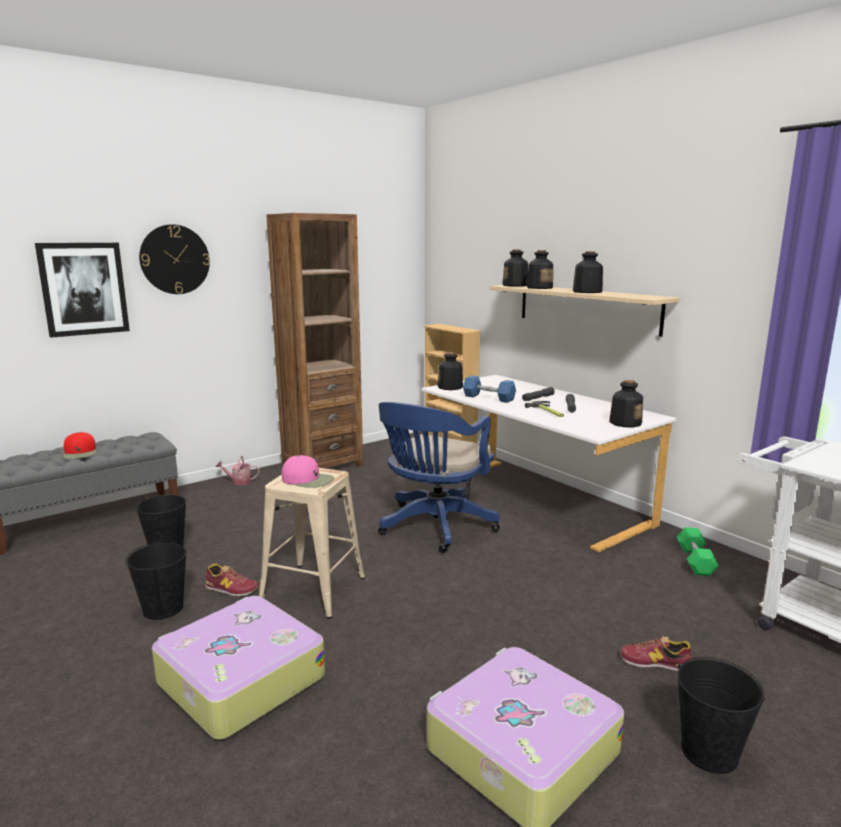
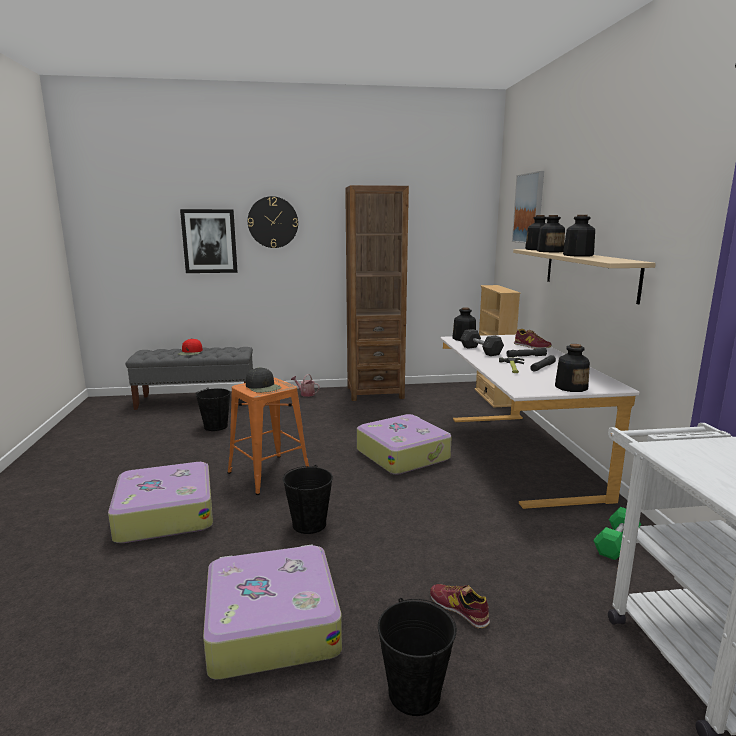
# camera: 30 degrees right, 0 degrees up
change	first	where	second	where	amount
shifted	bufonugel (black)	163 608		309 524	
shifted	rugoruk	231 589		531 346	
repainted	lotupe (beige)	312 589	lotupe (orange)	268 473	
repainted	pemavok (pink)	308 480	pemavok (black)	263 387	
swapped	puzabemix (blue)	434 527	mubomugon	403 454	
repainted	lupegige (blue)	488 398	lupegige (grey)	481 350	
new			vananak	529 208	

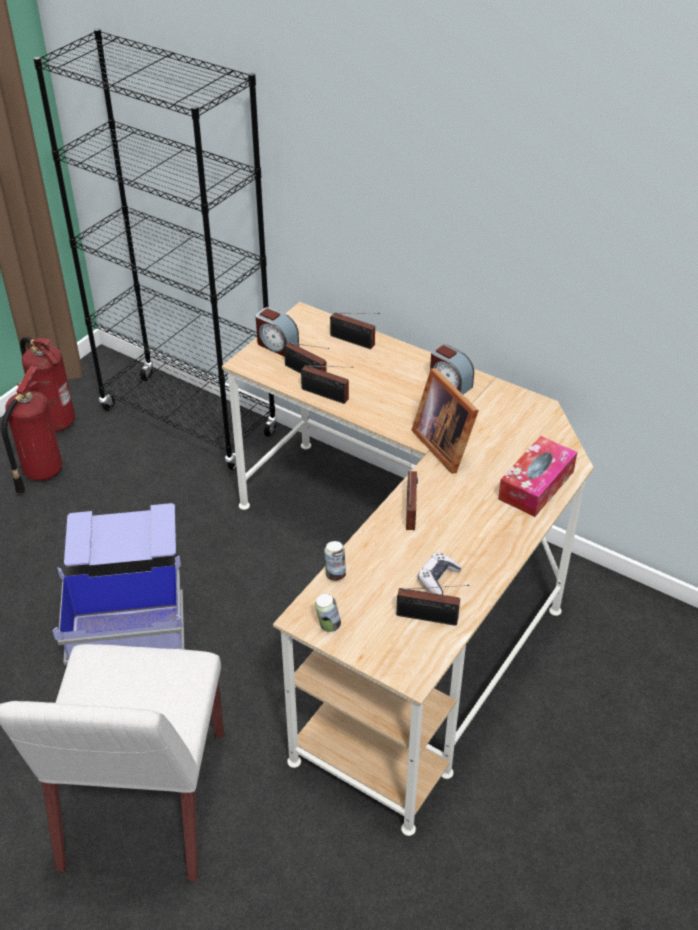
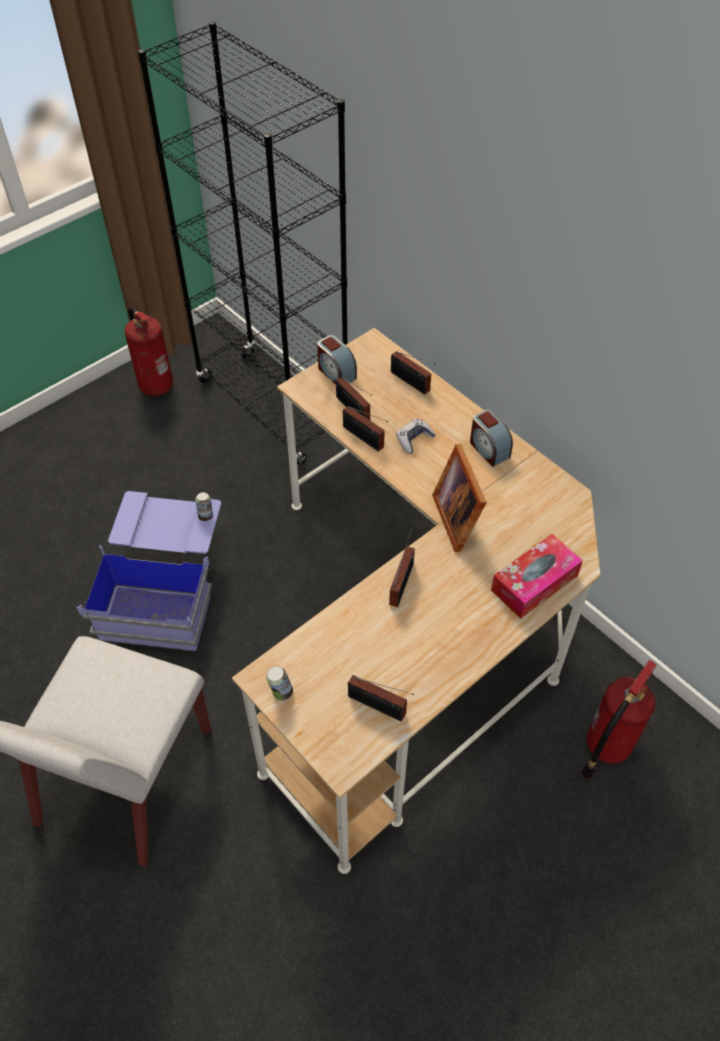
# camera: 15 degrees right, 10 degrees up
change	first	where	second	where	amount
shifted	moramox	40 472		605 747	
shifted	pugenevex	335 574		206 516	
shifted	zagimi	438 578		414 439	

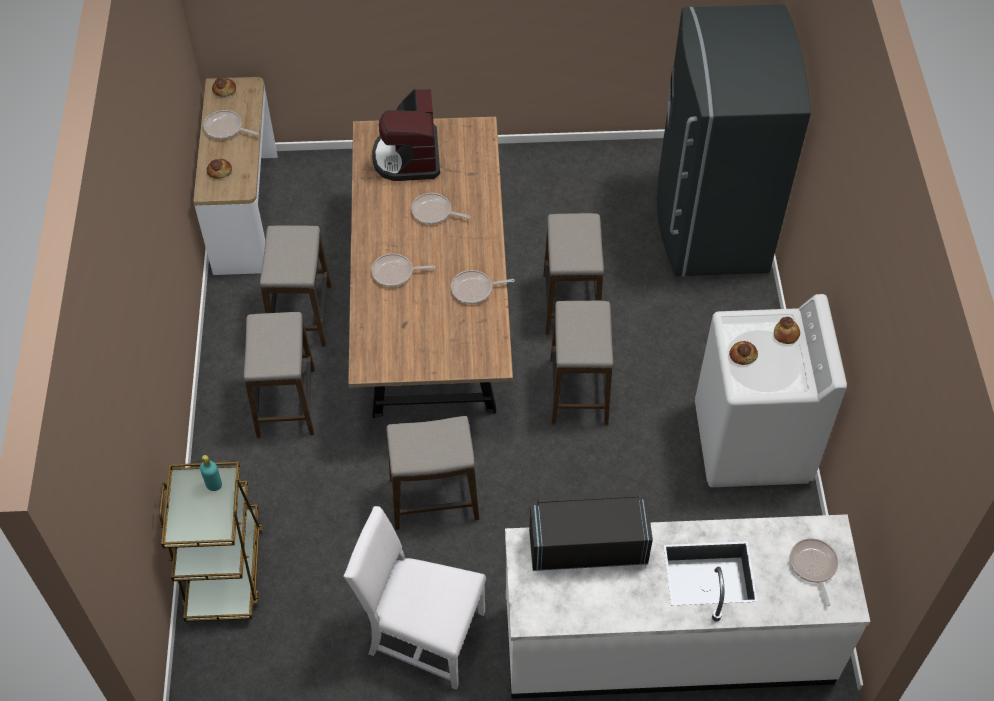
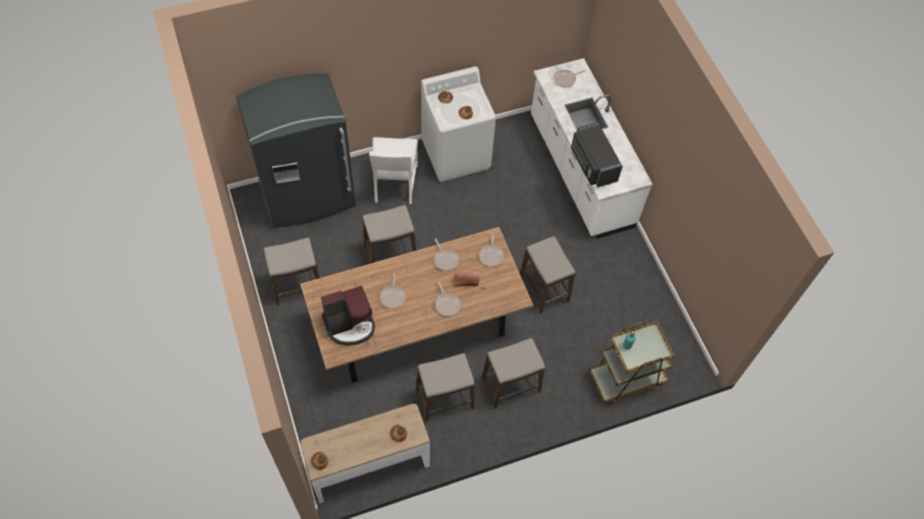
# camera: 110 degrees left, 5 degrees up
change	first	where	second	where	amount
shifted	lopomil	226 128		491 255	
shifted	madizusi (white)	422 634		394 185	
shifted	lotupe	579 391		297 286	
new			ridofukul	465 281	

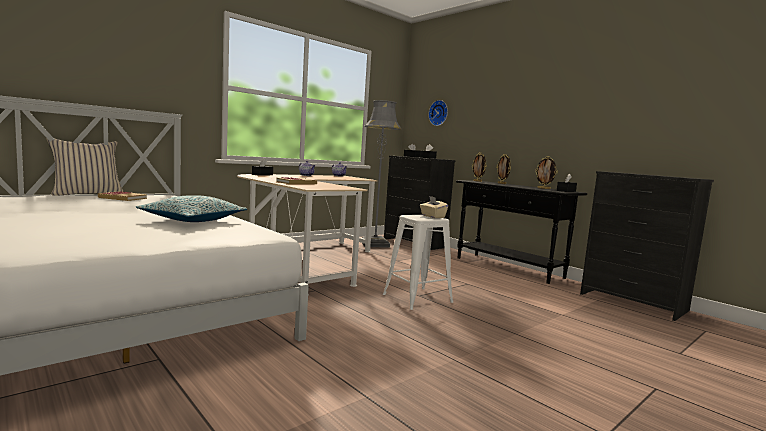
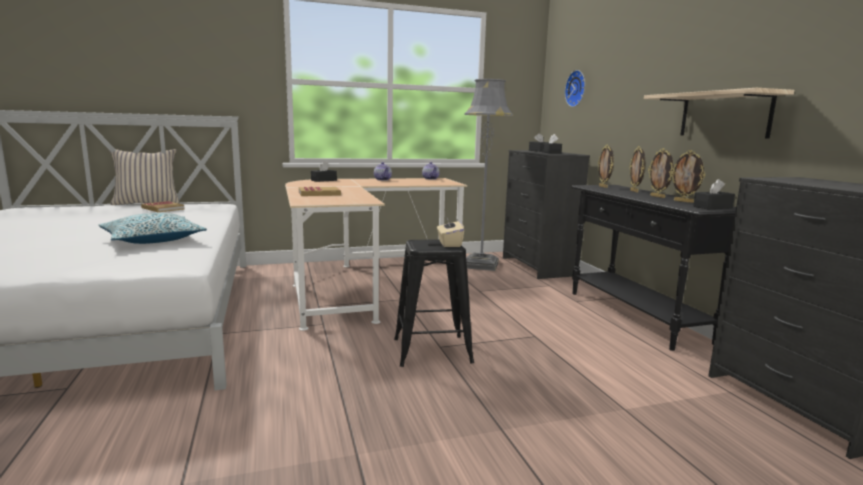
# camera: 25 degrees right, 5 degrees up
change	first	where	second	where	amount
repainted	lotupe (white)	418 298	lotupe (black)	433 350	
new			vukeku	724 115	
new			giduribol	658 196	

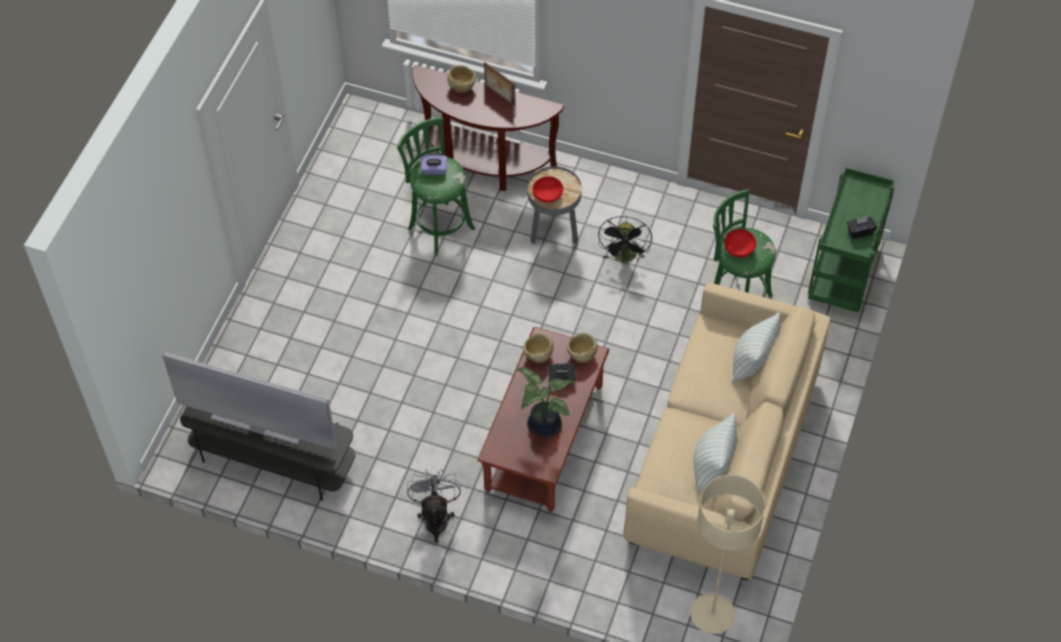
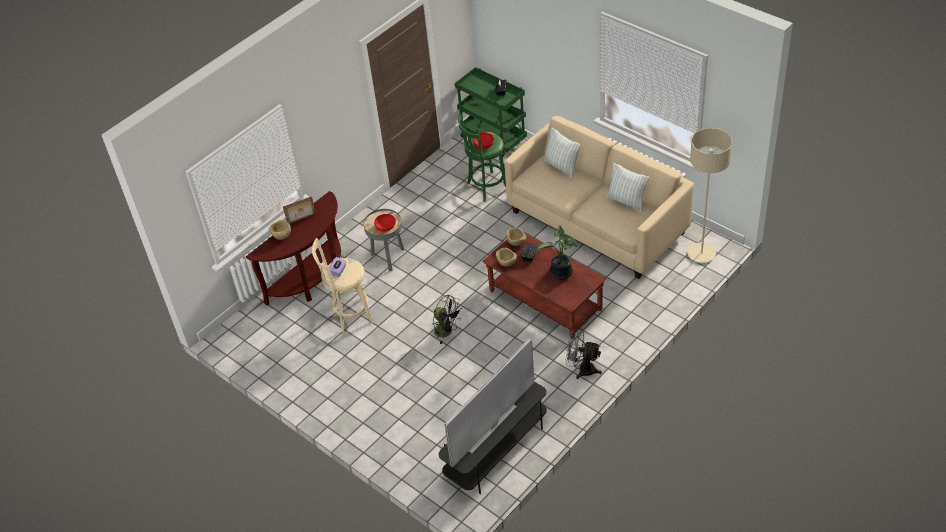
# camera: 65 degrees left, 10 degrees down
change	first	where	second	where	amount
repainted	lotupe (green)	439 226	lotupe (beige)	350 315	
shifted	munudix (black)	625 257		447 332	

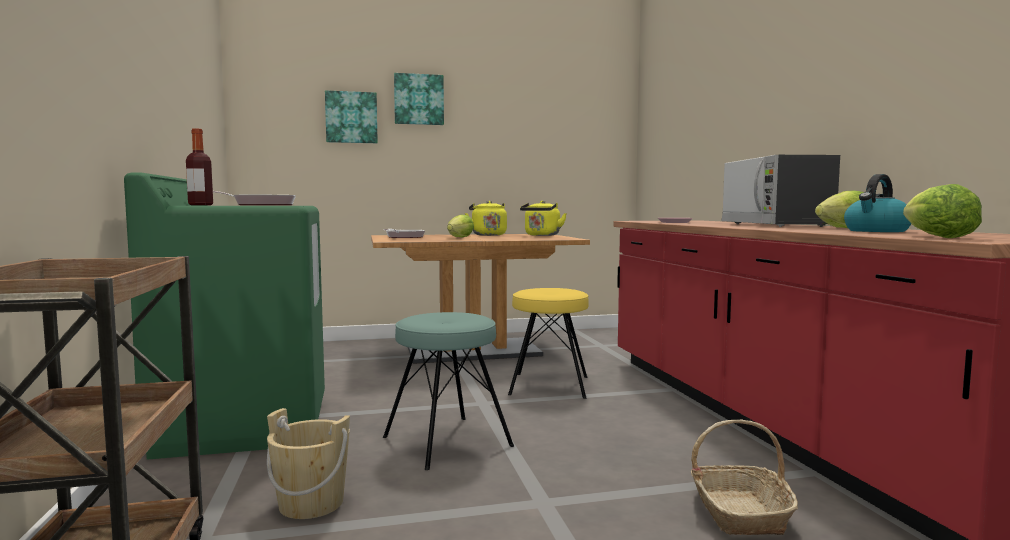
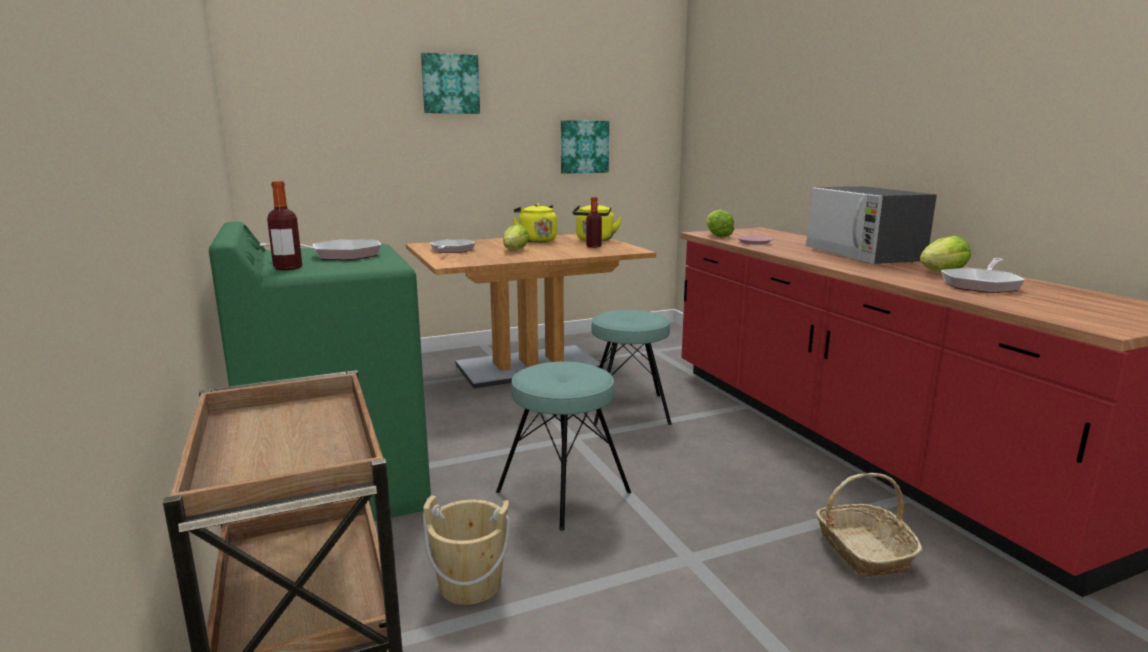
# camera: 10 degrees left, 10 degrees up
change	first	where	second	where	amount
shifted	vananak	351 117		584 147	
repainted	lotupe (yellow)	549 385	lotupe (turquoise)	628 409	
swapped	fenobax	876 231	lopomil	981 285	
shifted	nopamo	937 237		717 236	
new			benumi	593 246	

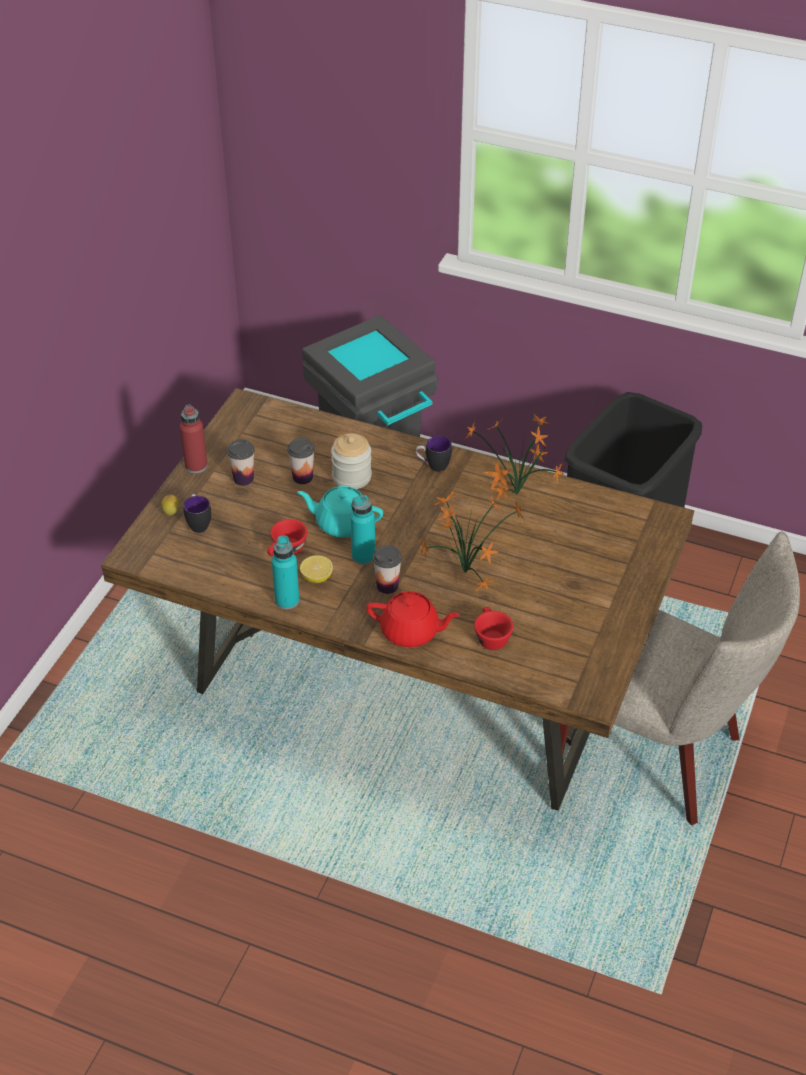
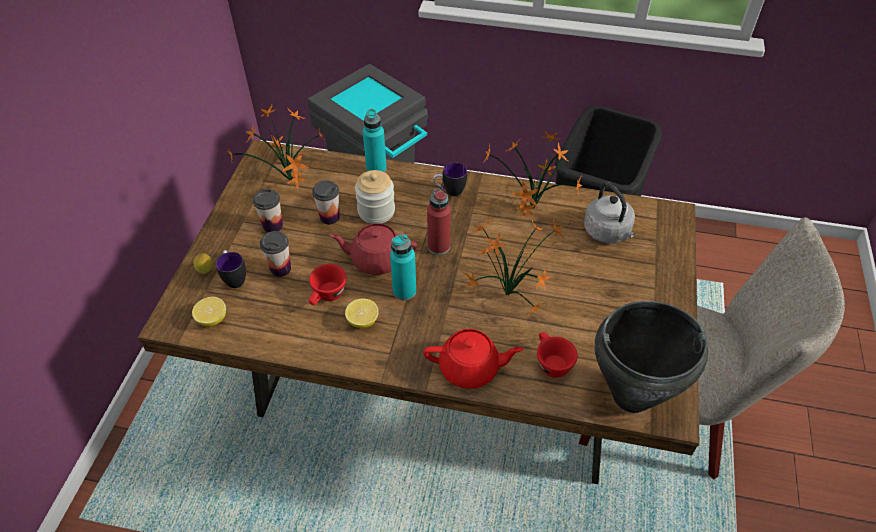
# camera: 10 degrees left, 5 degrees up
change	first	where	second	where	amount
shifted	benumi (red)	196 466		438 246	
shifted	benumi (turquoise)	287 600		376 169	
repainted	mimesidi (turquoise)	342 523	mimesidi (red)	376 259	
shifted	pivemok	387 586		280 269	
new			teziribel	212 319	
new			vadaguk	290 183	
new			fenobax (grey)	608 232	
new			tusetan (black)	632 396	

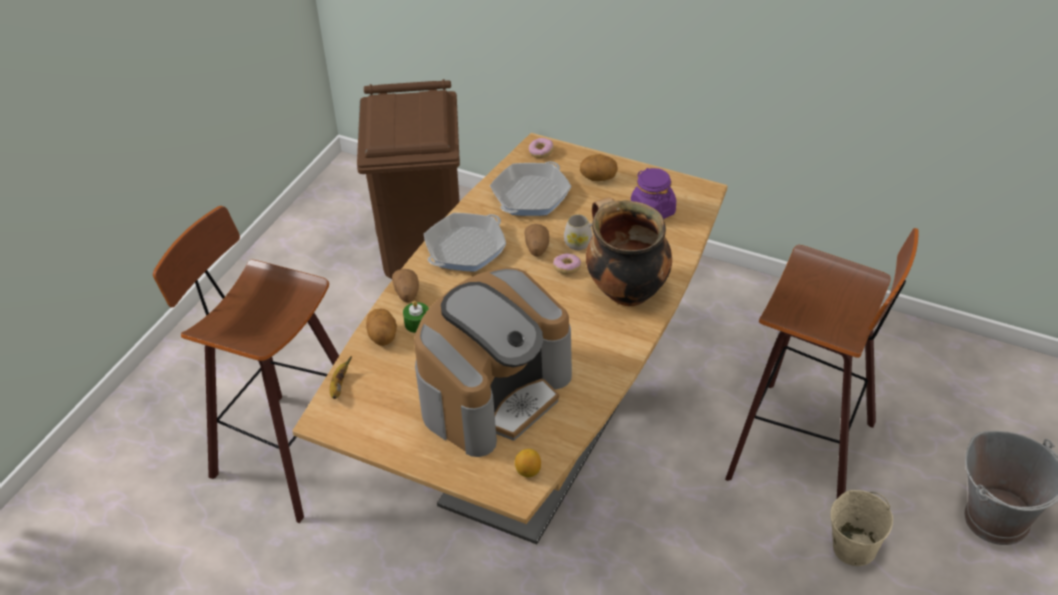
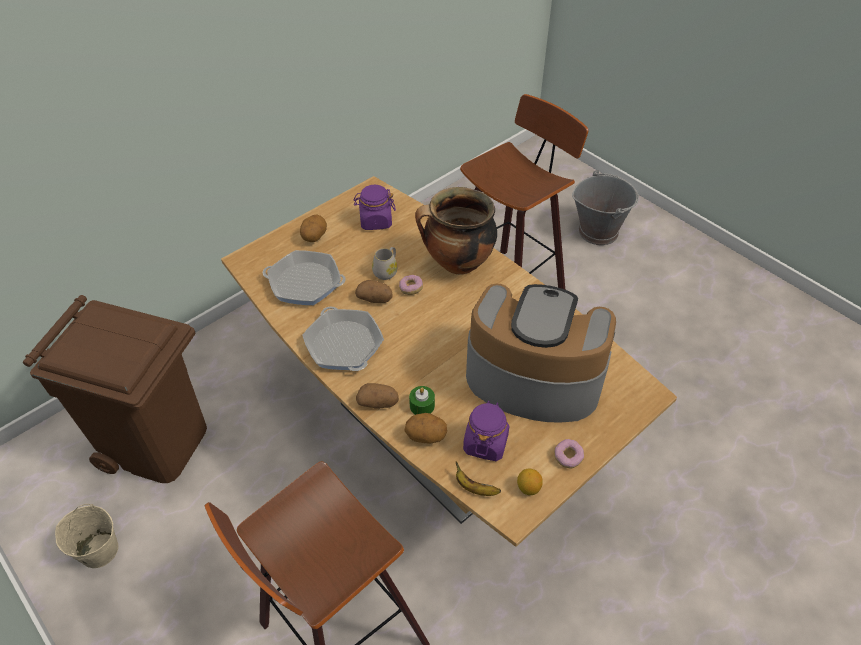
# camera: 70 degrees left, 5 degrees up
change	first	where	second	where	amount
rotated	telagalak	494 393		533 376	45 degrees counterclockwise
rotated	lopomil	530 195		305 283	135 degrees clockwise
shifted	teziribel	528 471		528 488	
shifted	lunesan	541 152		568 457	
shifted	bufonugel (beige)	854 547		98 550	
new			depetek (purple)	485 443	

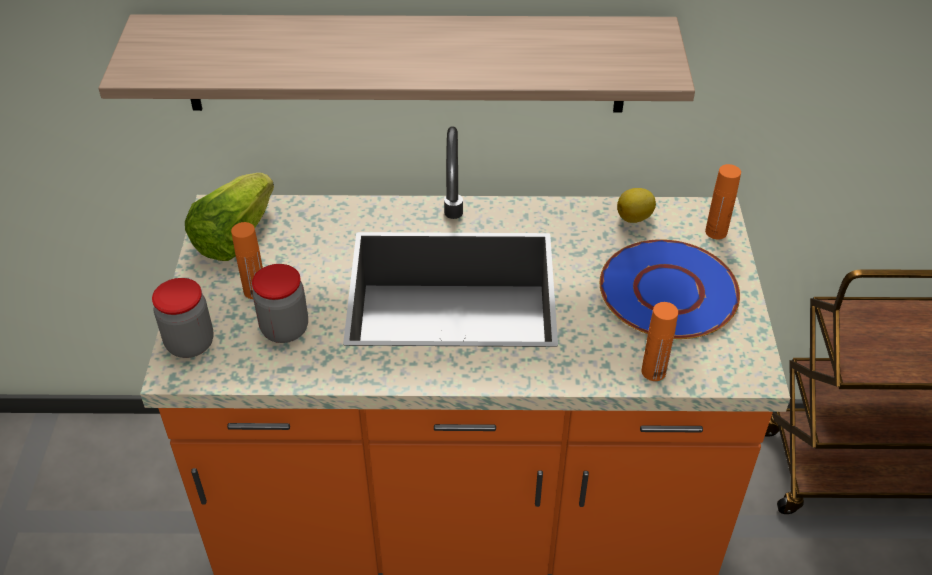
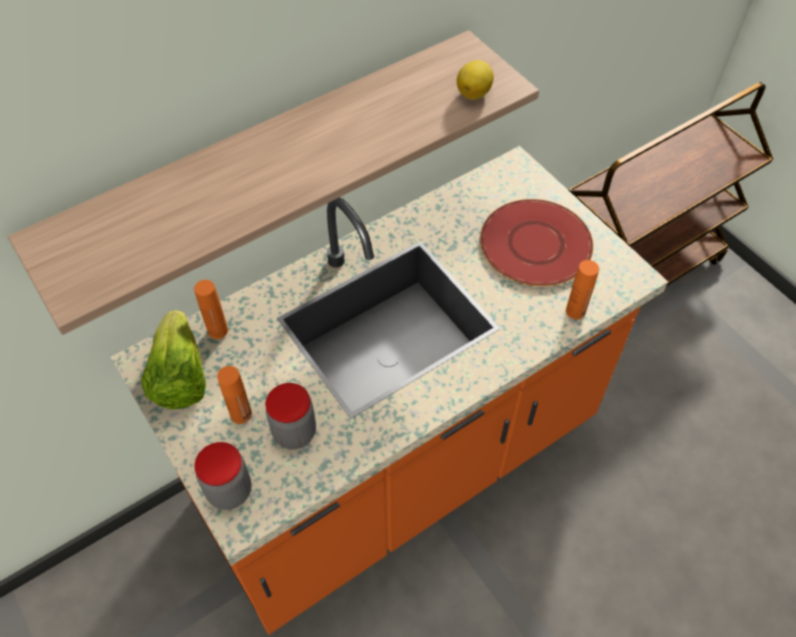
# camera: 35 degrees left, 10 degrees up
change	first	where	second	where	amount
repainted	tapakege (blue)	667 291	tapakege (red)	535 245	
shifted	teziribel	635 217		474 93	
shifted	benumi (orange)	716 232		218 330	

